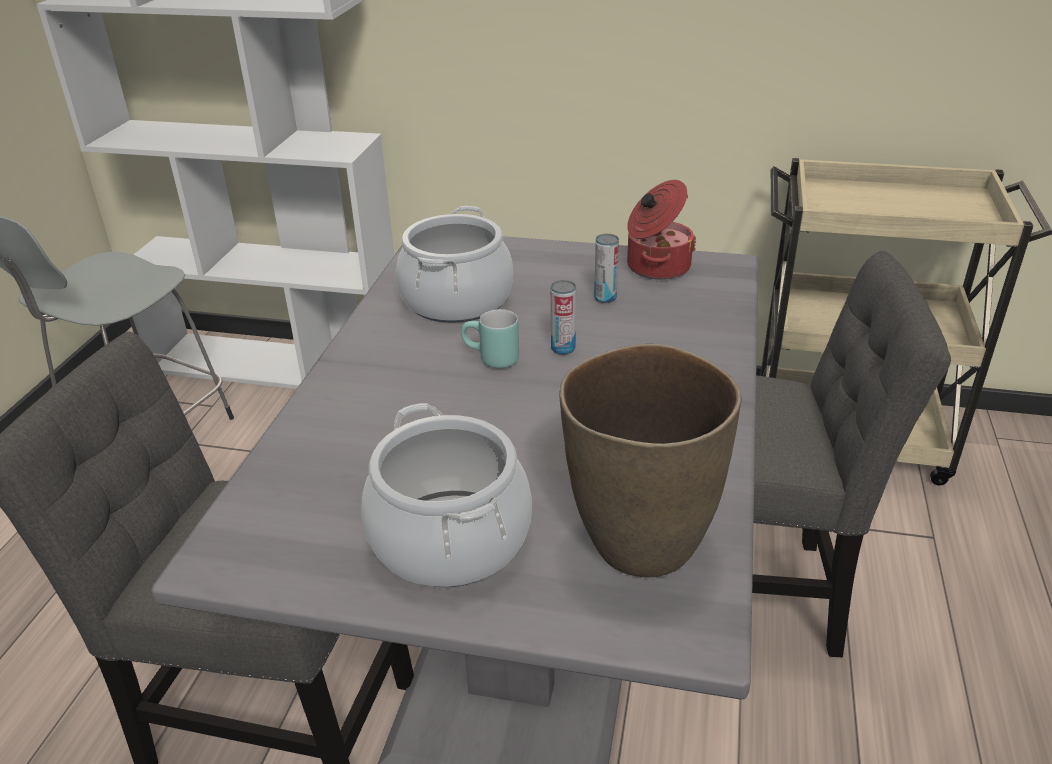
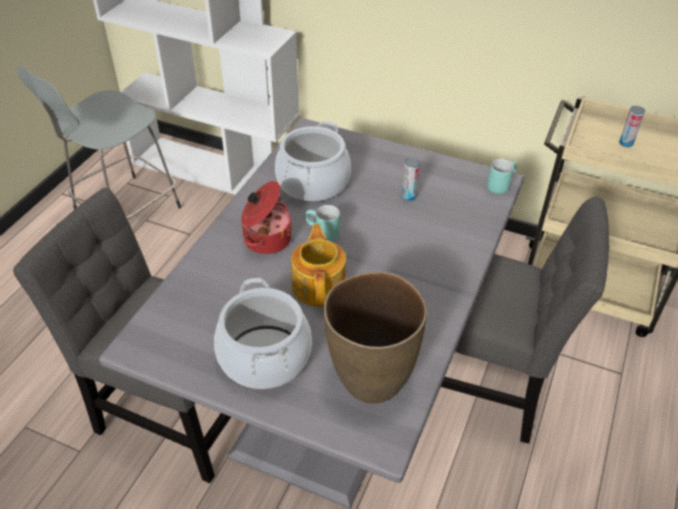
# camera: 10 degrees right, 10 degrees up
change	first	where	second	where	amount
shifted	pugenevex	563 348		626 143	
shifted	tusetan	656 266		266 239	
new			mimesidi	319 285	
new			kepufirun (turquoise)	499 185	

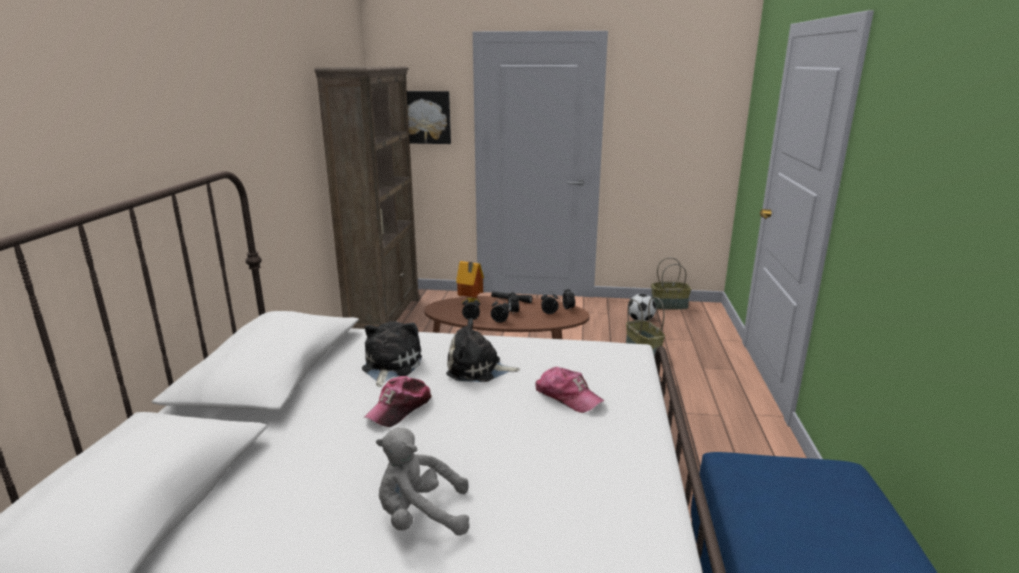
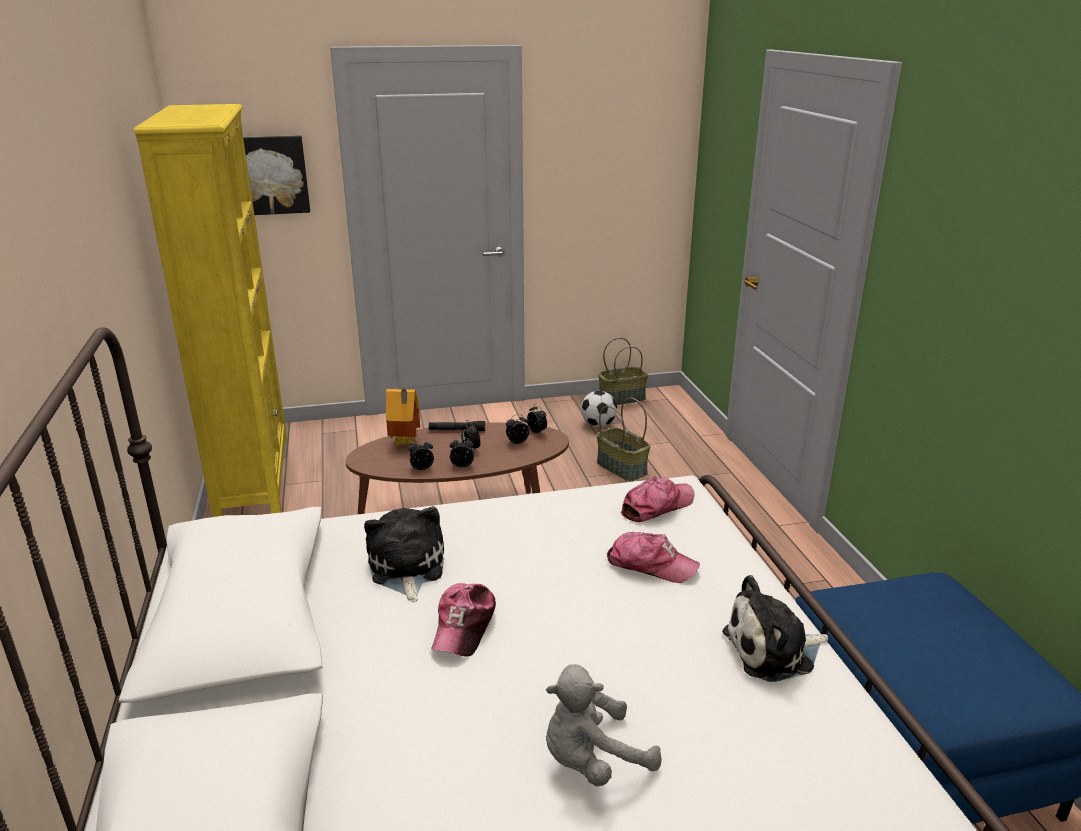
# camera: 20 degrees left, 5 degrees up
change	first	where	second	where	amount
repainted	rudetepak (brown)	385 317	rudetepak (yellow)	253 476	
shifted	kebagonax	478 369		773 651	
new			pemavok	657 506	

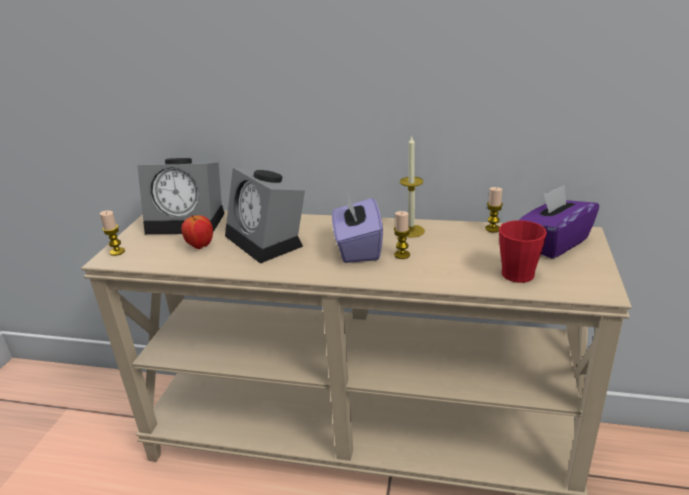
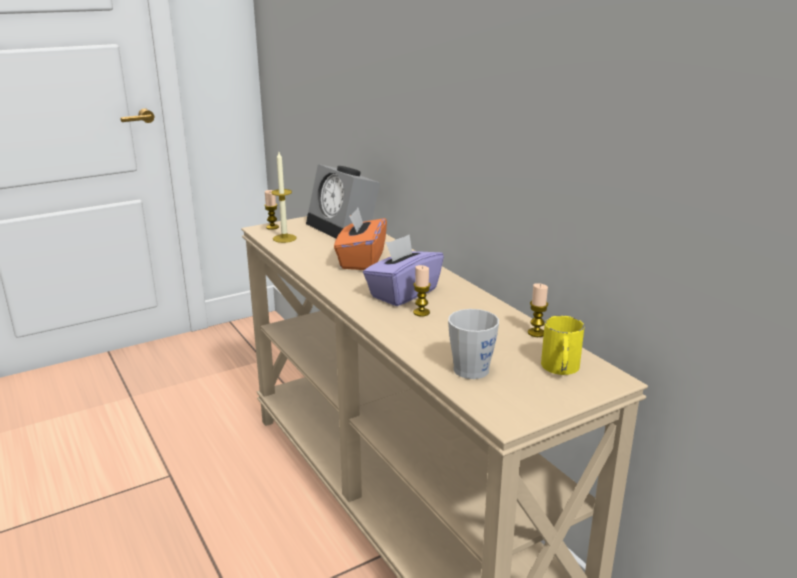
# camera: 45 degrees right, 5 degrees down
change	first	where	second	where	amount
gone	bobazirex	200 246			
swapped	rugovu	268 240	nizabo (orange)	361 260	
shifted	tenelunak	411 231		284 238	
repainted	kepufirun (red)	514 270	kepufirun (grey)	474 366	
swapped	nizabo (purple)	553 243	kepufirun (yellow)	560 369	

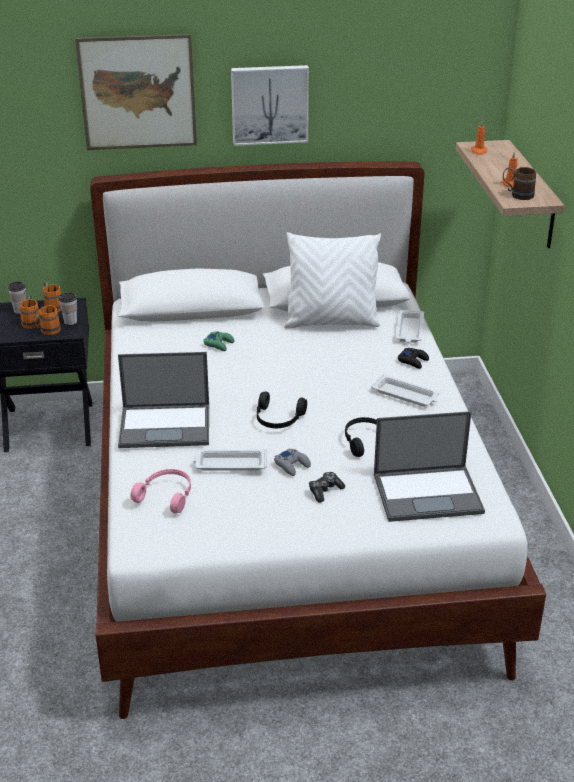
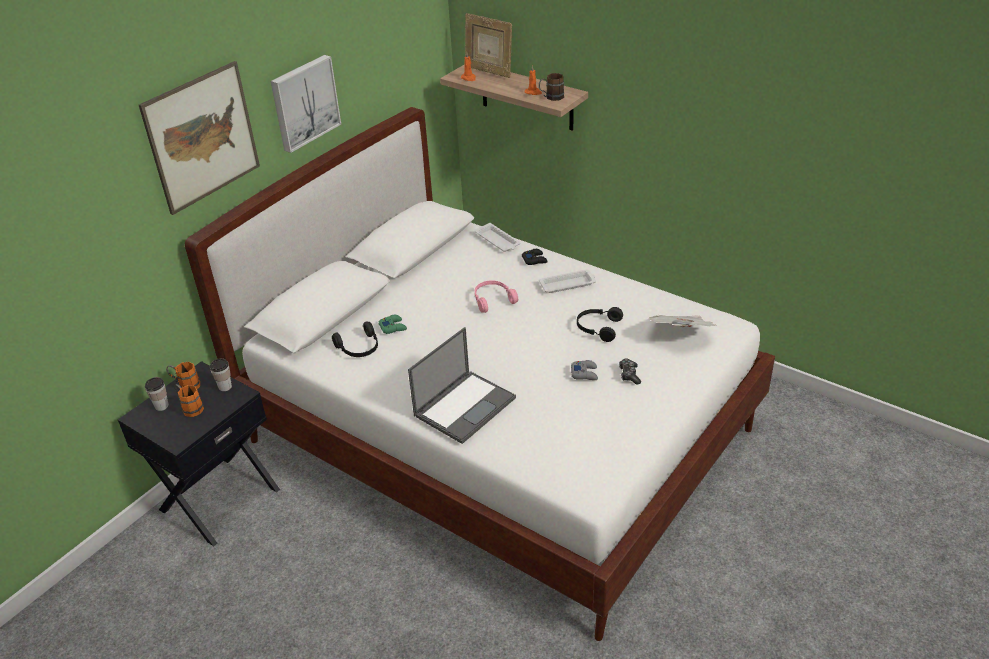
# camera: 45 degrees left, 5 degrees up
change	first	where	second	where	amount
gone	kepufirun (orange)	47 332			
shifted	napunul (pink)	166 495		493 300	
gone	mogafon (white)	229 464			
shifted	napunul (black)	278 419		359 348	
gone	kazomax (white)	331 322			
swapped	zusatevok	429 493	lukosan	682 335	
new			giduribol	489 71	

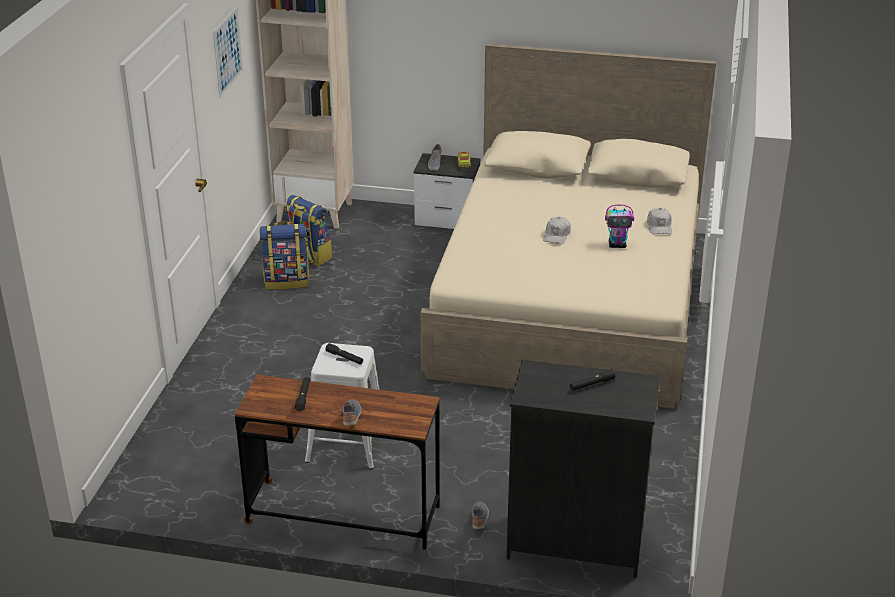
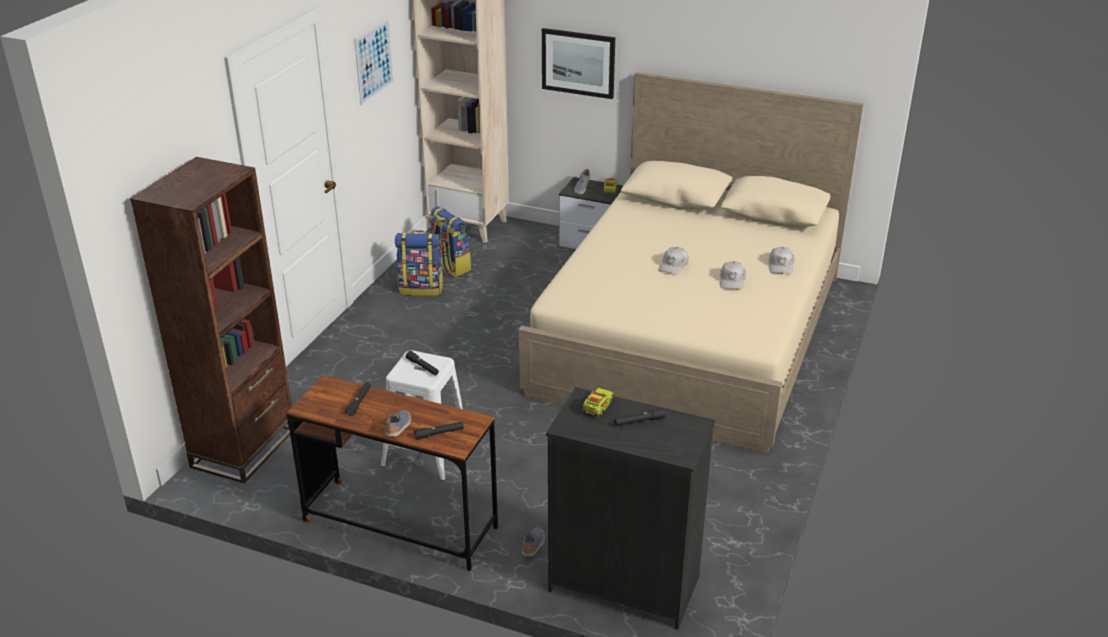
# camera: 10 degrees right, 0 degrees up
change	first	where	second	where	amount
swapped	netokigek	617 245	pemavok (white)	732 281	
new			rudetepak (brown)	244 448	
new			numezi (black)	439 433	
new			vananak	578 63	
new			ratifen	597 407	

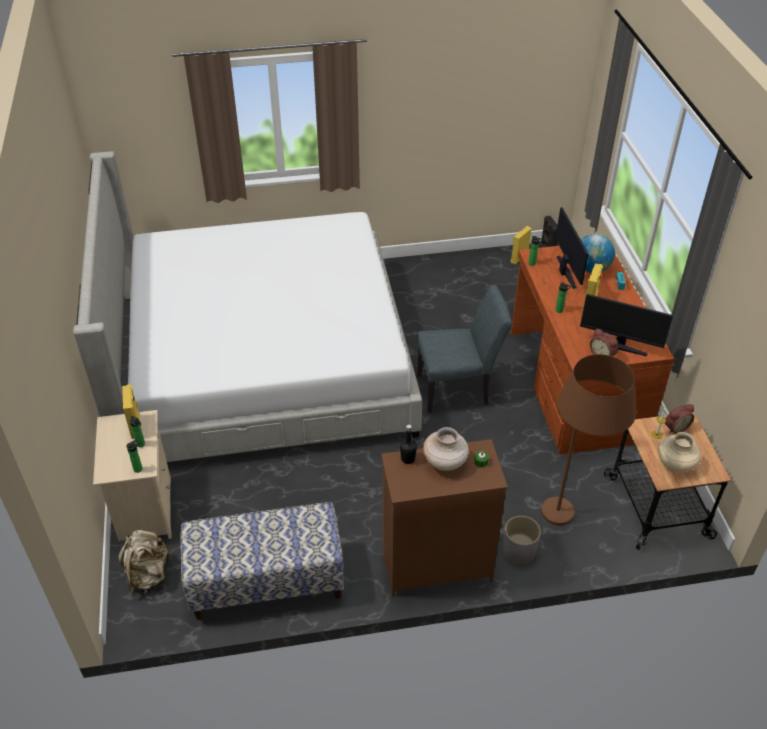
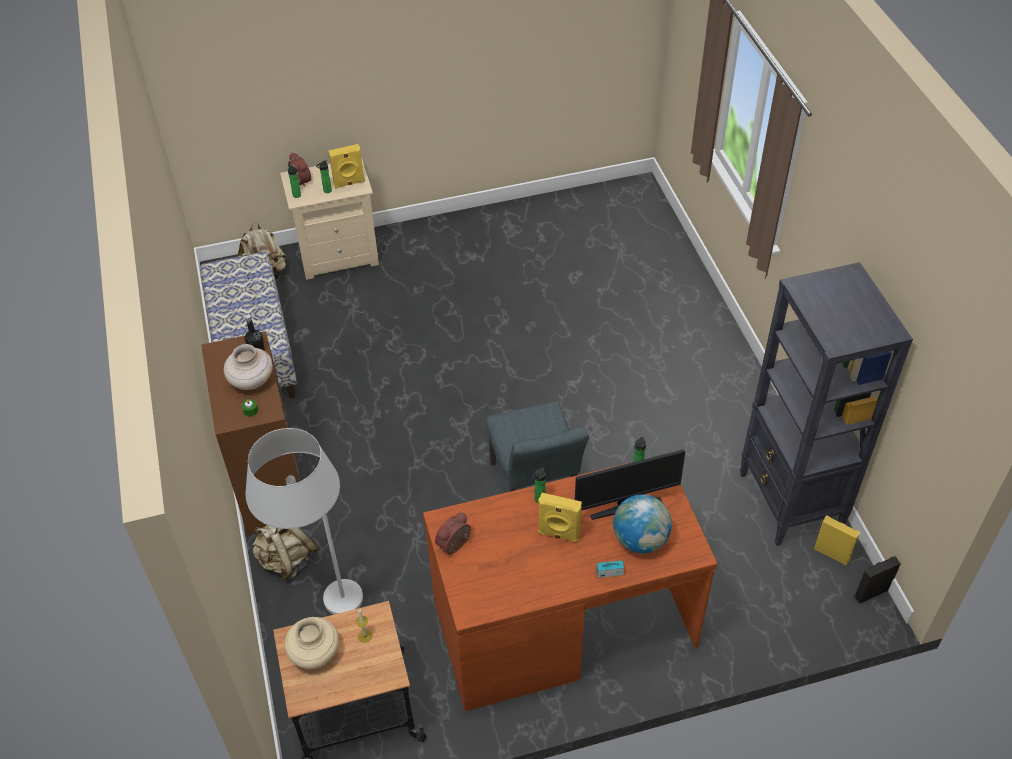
# camera: 85 degrees right, 5 degrees up
change	first	where	second	where	amount
gone	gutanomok	261 362			
swapped	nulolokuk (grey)	519 551	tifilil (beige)	287 560	
repainted	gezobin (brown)	569 525	gezobin (white)	324 610	
gone	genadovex	619 346			
shifted	rugovu	675 427		303 180	
new			rudetepak (black)	790 502	

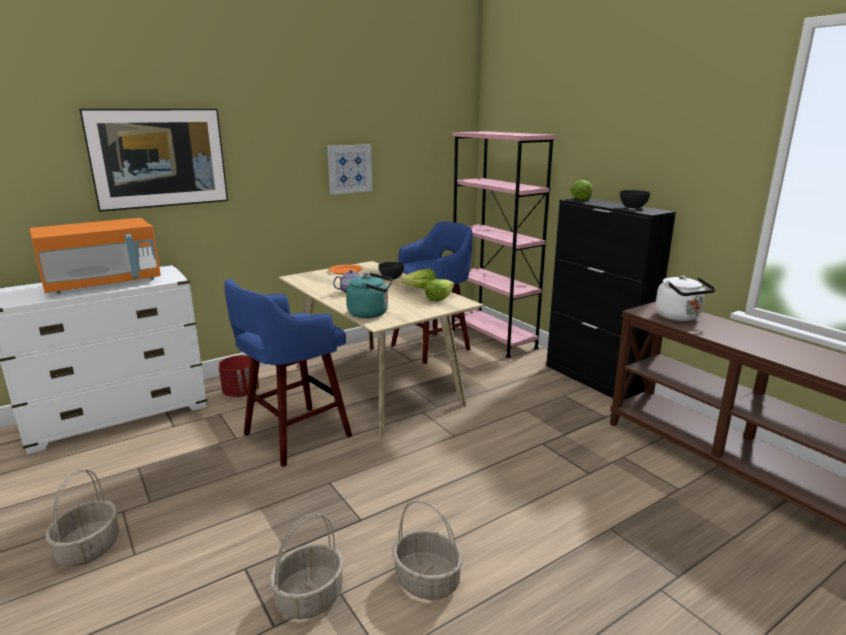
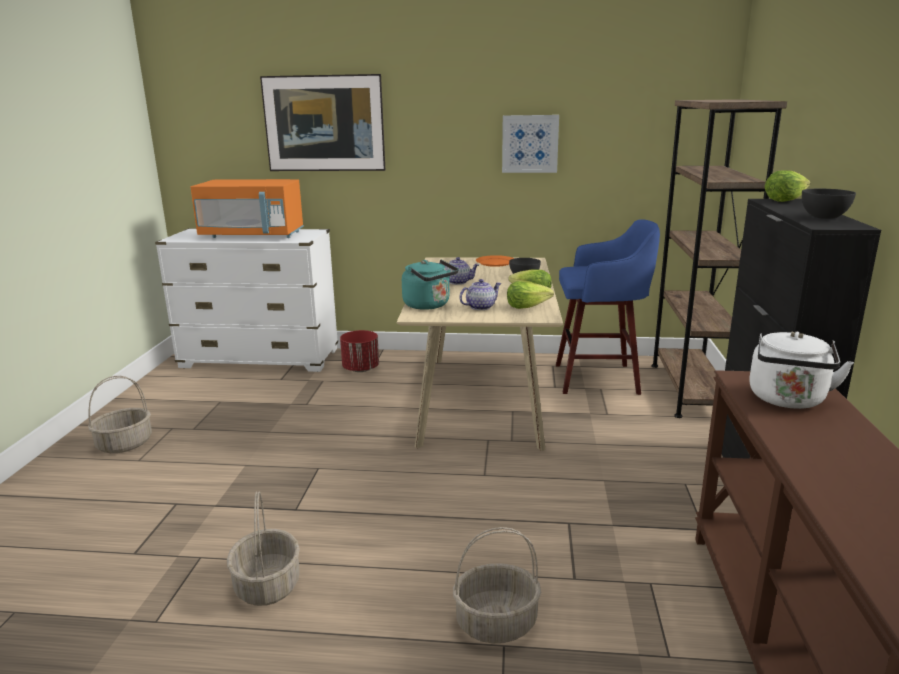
# camera: 40 degrees right, 0 degrees up
change	first	where	second	where	amount
gone	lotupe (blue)	294 436			
shifted	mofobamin	310 597		497 622	
repainted	rudetepak (pink)	492 338	rudetepak (brown)	691 390	
new			mimesidi	480 307	

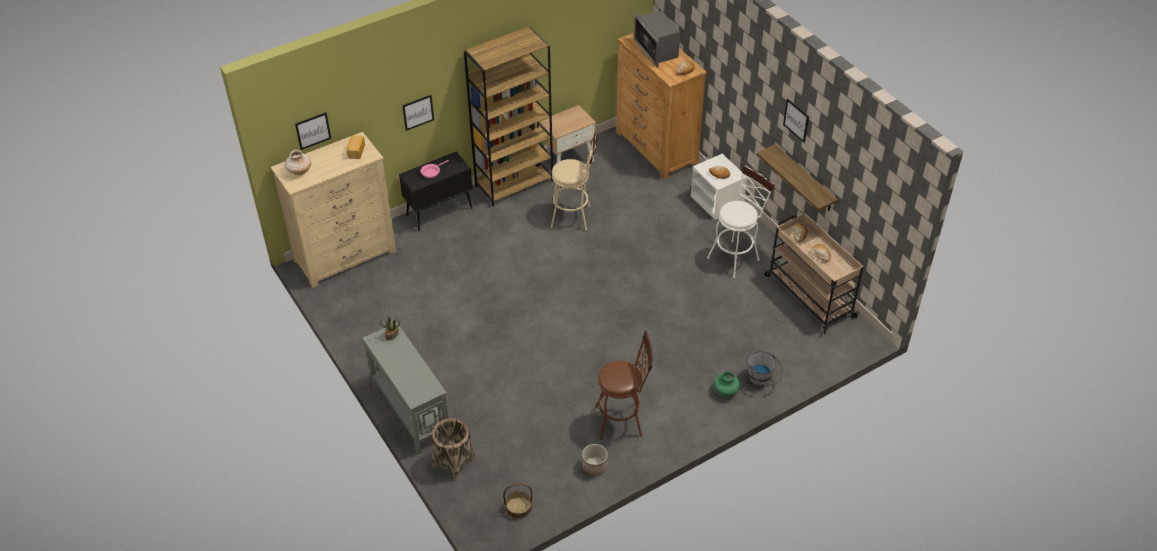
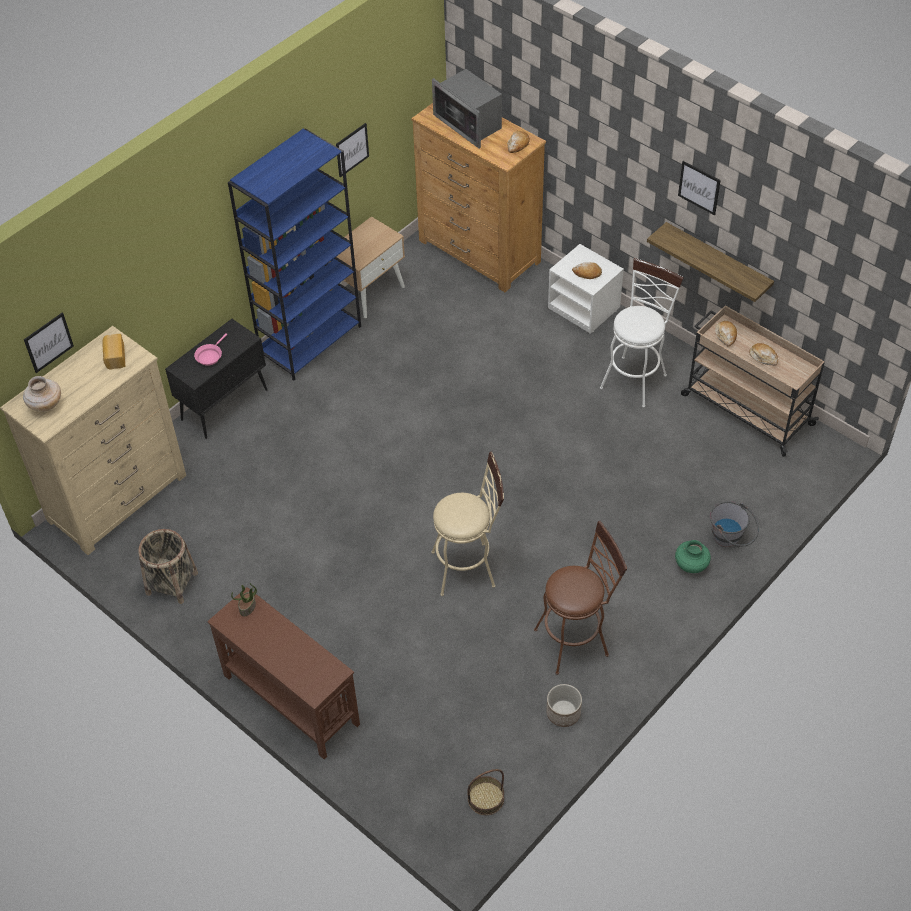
# camera: 15 degrees left, 5 degrees up
change	first	where	second	where	amount
repainted	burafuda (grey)	411 410	burafuda (brown)	291 699	
shifted	vananak	418 112		352 150	
shifted	mofobamin	454 461		172 583	
repainted	rudetepak (brown)	514 183	rudetepak (blue)	310 341	
shifted	lotupe (beige)	575 216		469 567	

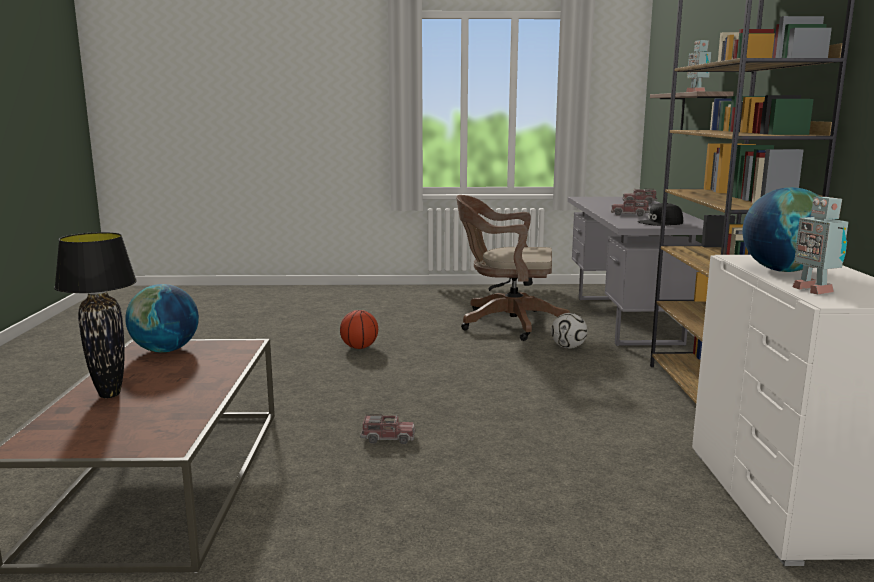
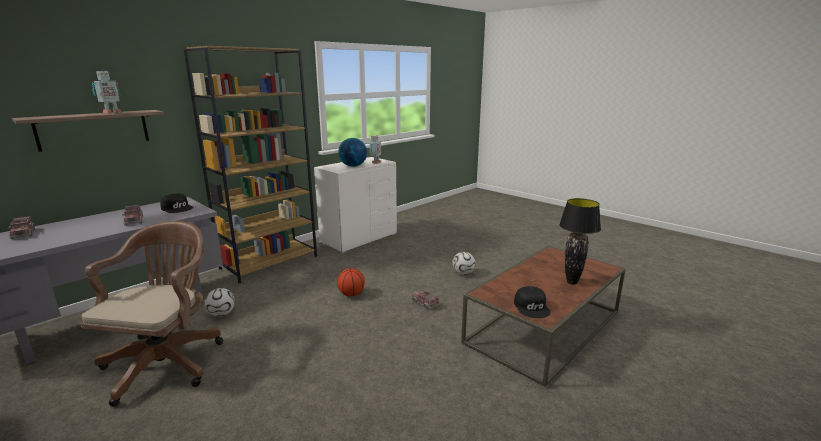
# camera: 135 degrees left, 5 degrees up
change	first	where	second	where	amount
swapped	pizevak	165 350	pemavok (black)	532 307	
shifted	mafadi	359 347		351 294	
rotated	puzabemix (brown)	506 323		167 361	135 degrees counterclockwise
new			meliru	463 273	

